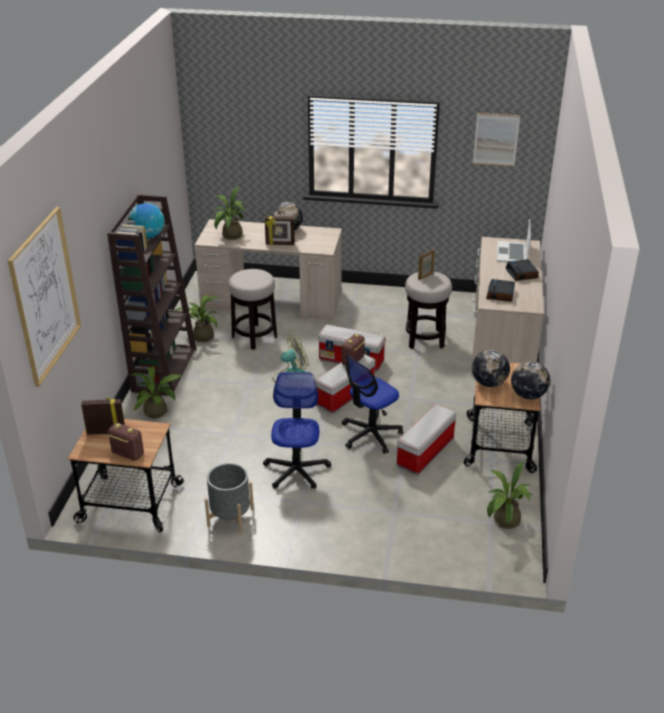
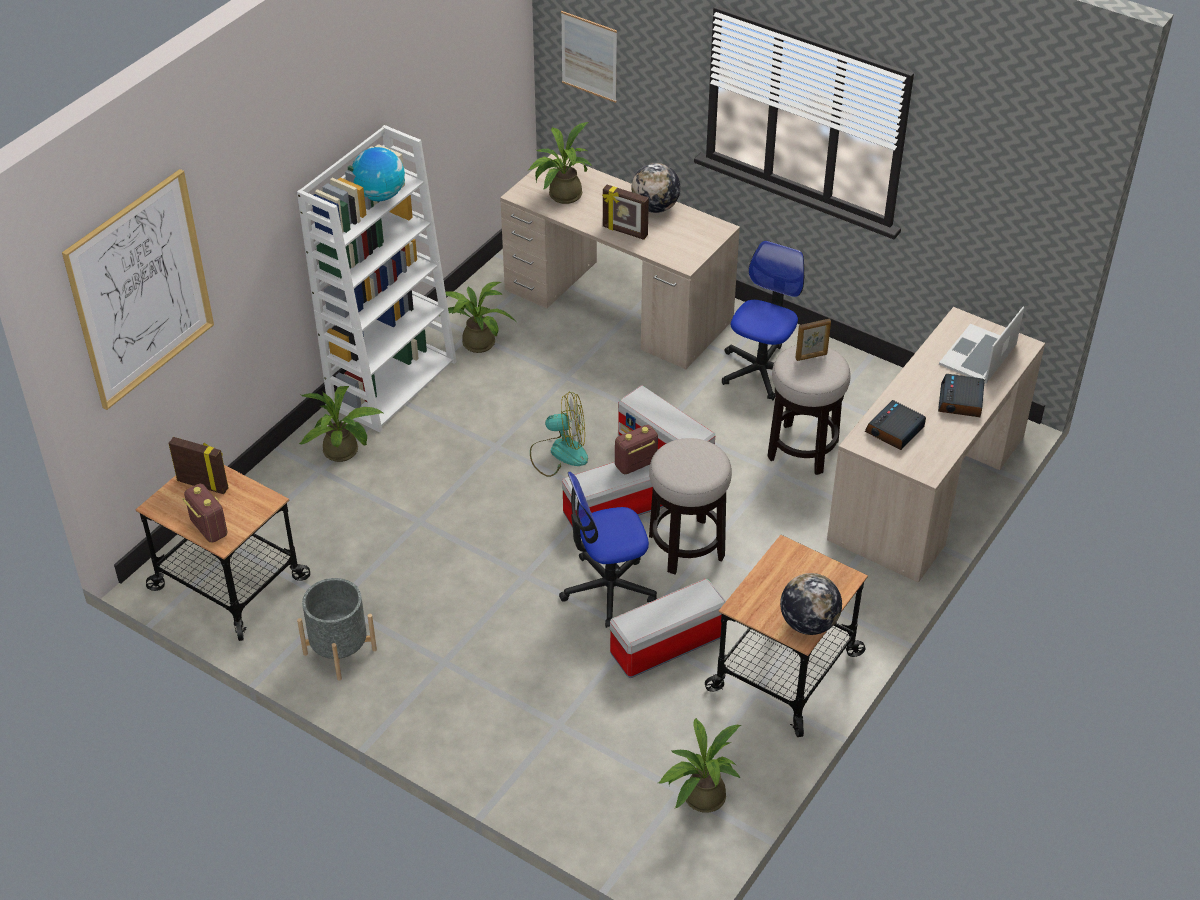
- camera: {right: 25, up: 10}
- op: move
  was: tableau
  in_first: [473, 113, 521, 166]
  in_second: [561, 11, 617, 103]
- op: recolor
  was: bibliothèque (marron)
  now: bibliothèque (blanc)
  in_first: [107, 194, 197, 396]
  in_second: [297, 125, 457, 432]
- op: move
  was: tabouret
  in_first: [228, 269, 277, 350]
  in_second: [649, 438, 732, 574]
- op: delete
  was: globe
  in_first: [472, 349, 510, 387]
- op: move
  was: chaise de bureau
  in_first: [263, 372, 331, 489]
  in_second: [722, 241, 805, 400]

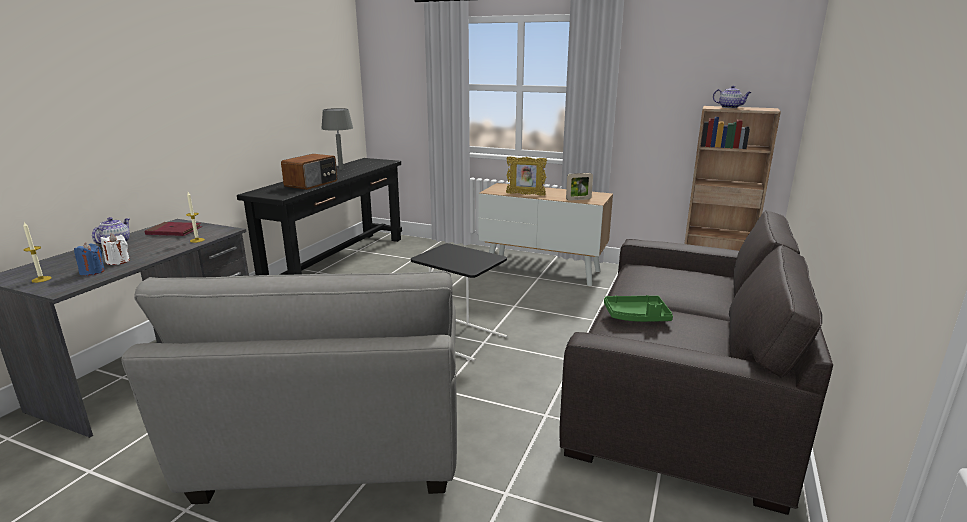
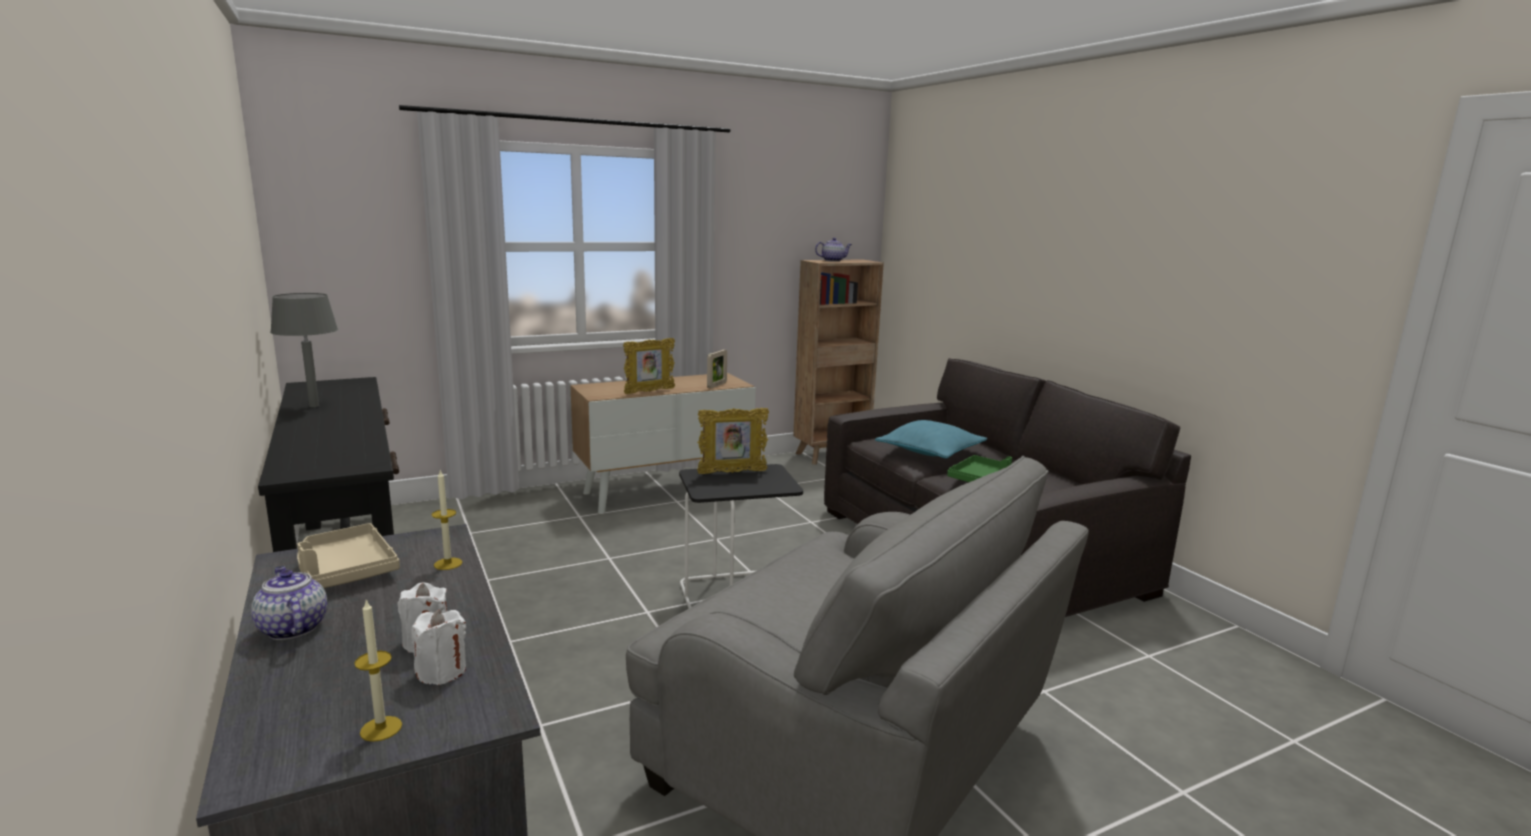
- camera: {right: -50, up: -5}
- op: delete
  was: radio
  in_first: [281, 154, 337, 190]
- op: replace
  was: livre (rouge)
  now: plateau (beige)
  in_first: [145, 222, 202, 236]
  in_second: [297, 523, 400, 588]
- op: recolor
  was: bougie (bleu)
  now: bougie (blanc)
  in_first: [74, 243, 105, 276]
  in_second: [411, 609, 466, 685]
- op: insert
  now: cadre photo
  in_second: [697, 408, 769, 474]
- op: insert
  now: coussin (turquoise)
  in_second: [875, 420, 987, 458]

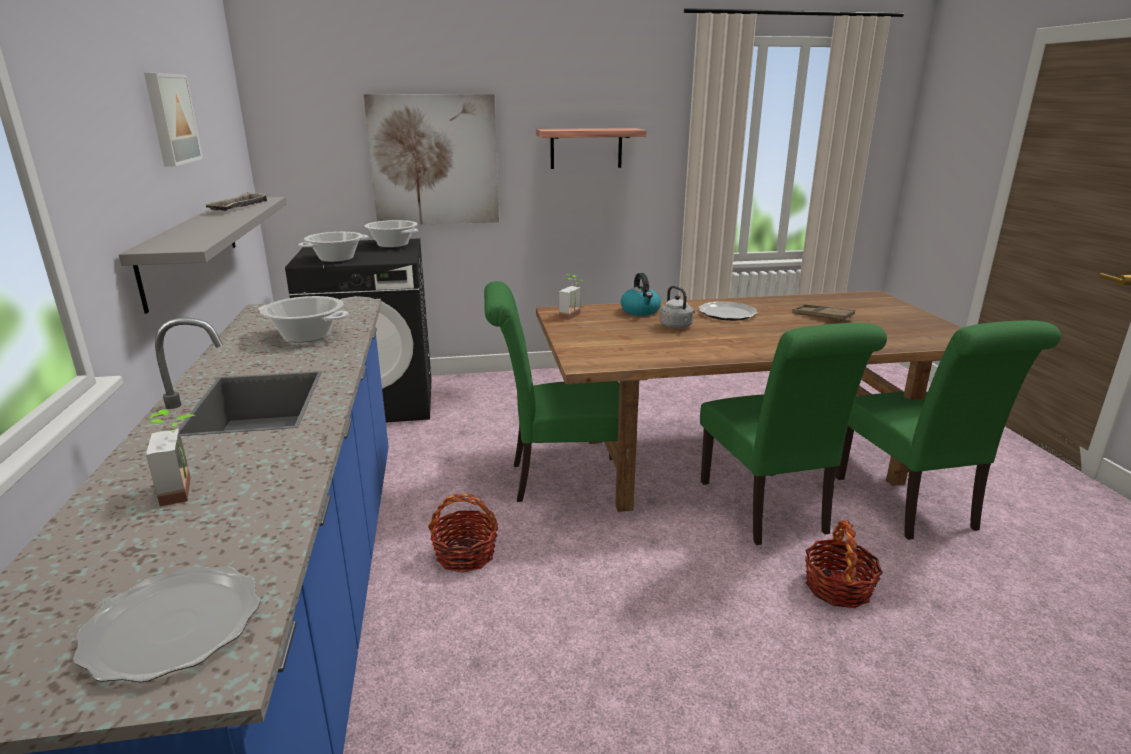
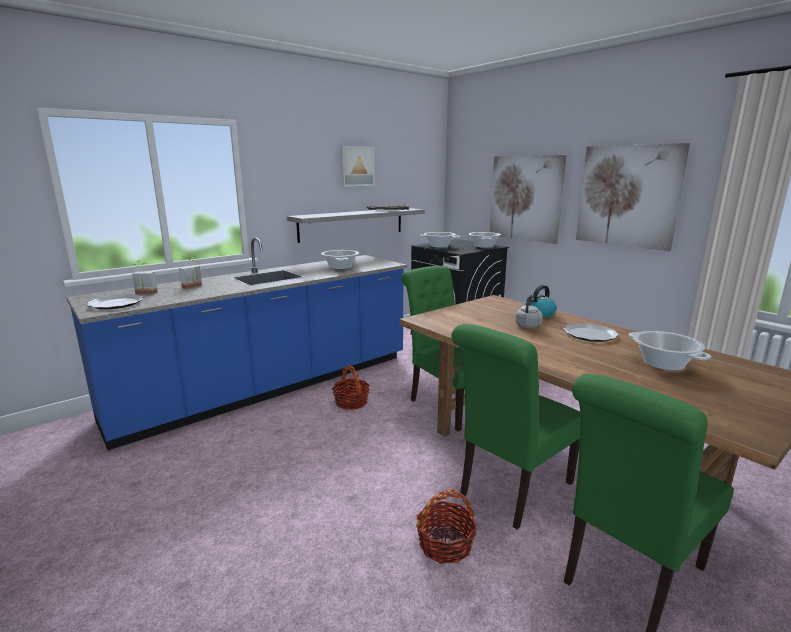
- camera: {right: 60, up: -5}
- op: replace
  was: étagère
  now: tableau
  in_first: [536, 128, 647, 169]
  in_second: [576, 143, 690, 251]
- op: move
  was: plante en pot
  in_first: [559, 274, 583, 320]
  in_second: [131, 260, 158, 294]
- op: replace
  was: plateau (marron)
  now: marmite
  in_first: [792, 304, 855, 321]
  in_second: [629, 331, 711, 371]

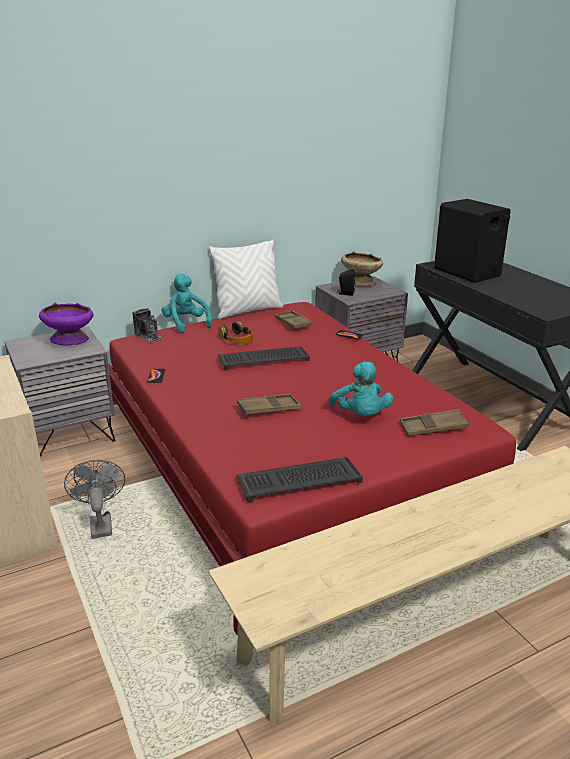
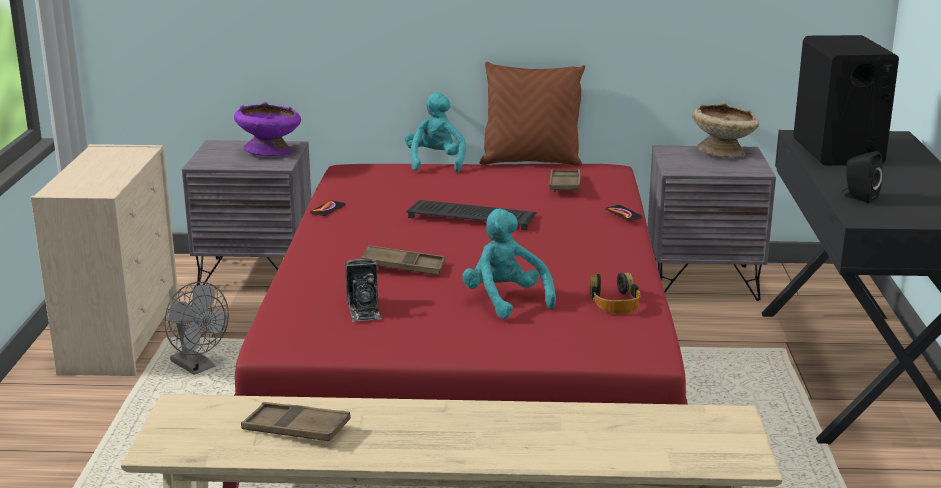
- camera: {right: 30, up: -5}
- op: recolor
  was: coussin (blanc)
  now: coussin (marron)
  in_first: [209, 240, 283, 319]
  in_second: [480, 62, 585, 166]
- op: move
  was: enceinte (noir)
  in_first: [337, 269, 356, 296]
  in_second: [842, 151, 883, 203]
- op: move
  was: appareil photo
  in_first: [133, 308, 163, 342]
  in_second: [345, 259, 382, 322]
- op: move
  was: casque audio
  in_first: [218, 321, 253, 345]
  in_second: [590, 273, 641, 314]
- op: rotate
  was: peluche (turquoise)
  in_first: [329, 362, 393, 416]
  in_second: [462, 209, 556, 319]
  clockwise: 135
- op: move
  was: plateau (marron)
  in_first: [400, 409, 469, 436]
  in_second: [241, 402, 351, 441]
- op: delete
  was: clavier
  in_first: [236, 457, 363, 502]
- op: rotate
  was: ventilateur (gris)
  in_first: [64, 460, 125, 539]
  in_second: [164, 282, 229, 375]
  clockwise: 120

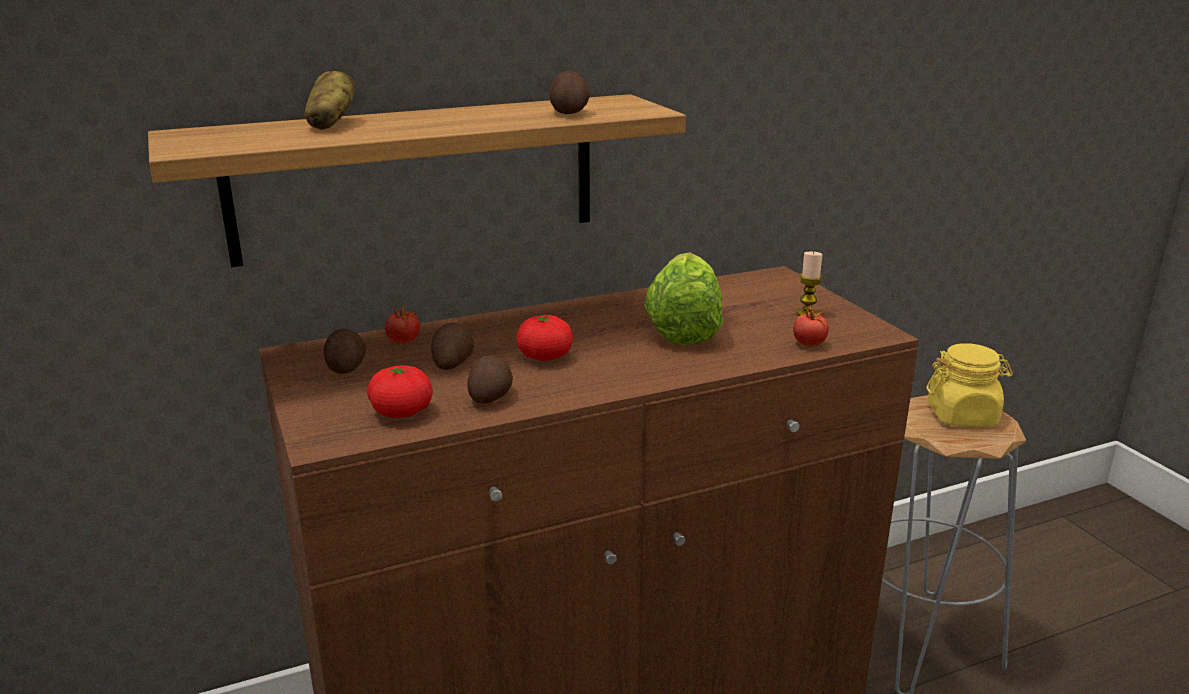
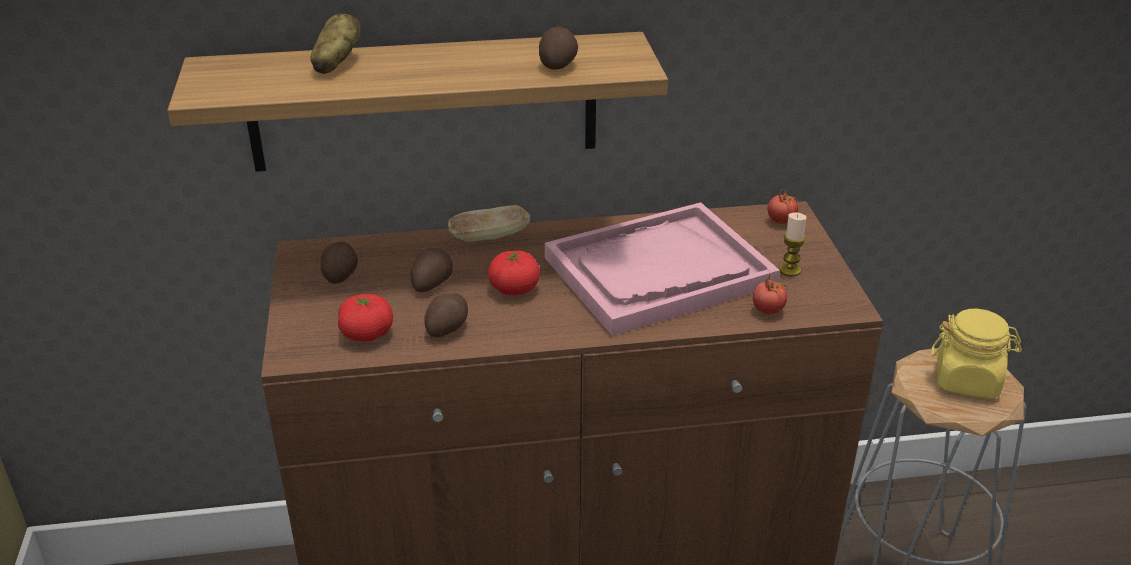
- camera: {right: 15, up: 10}
- op: replace
  was: laitue
  now: plateau (rose)
  in_first: [644, 252, 723, 345]
  in_second: [545, 202, 780, 336]
- op: move
  was: tomate
  in_first: [385, 301, 420, 344]
  in_second: [768, 186, 799, 224]
- op: insert
  now: pain
  in_second: [448, 205, 530, 242]

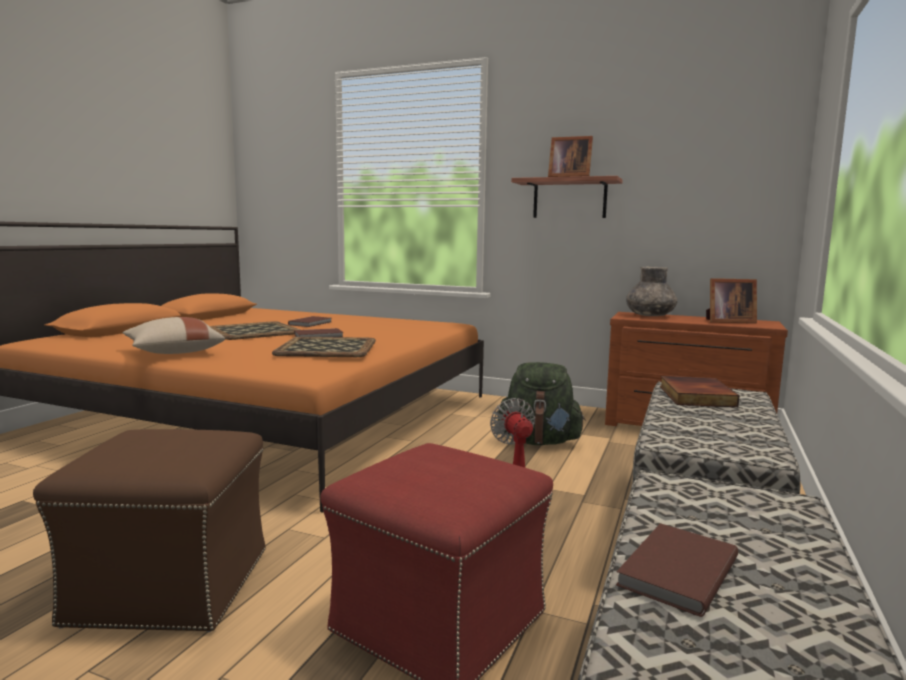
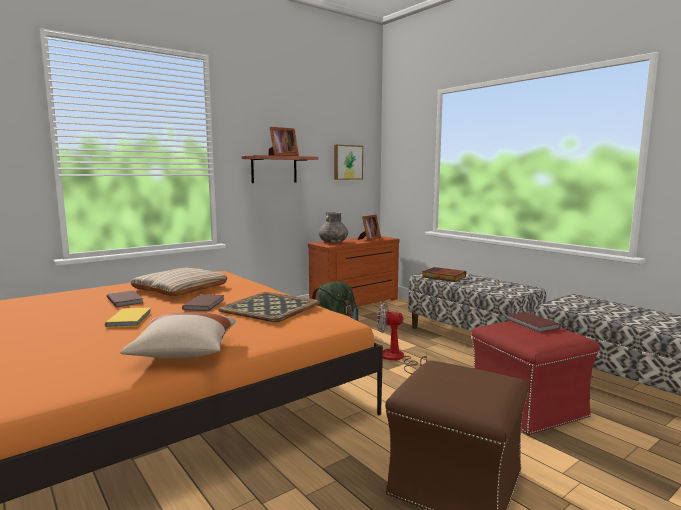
- camera: {right: -60, up: 0}
- op: replace
  was: plateau
  now: livre (jaune)
  in_first: [210, 321, 301, 340]
  in_second: [105, 308, 151, 327]
- op: move
  was: livre (marron)
  in_first: [616, 523, 738, 617]
  in_second: [506, 312, 561, 333]
- op: insert
  now: tableau
  in_second: [334, 145, 363, 180]
- op: insert
  now: coussin (beige)
  in_second: [131, 268, 228, 296]

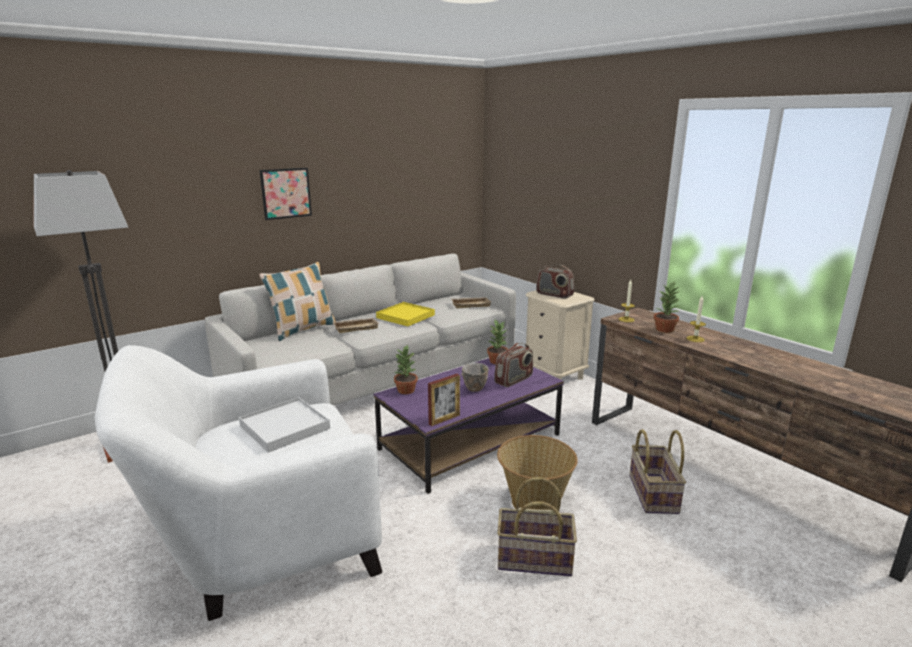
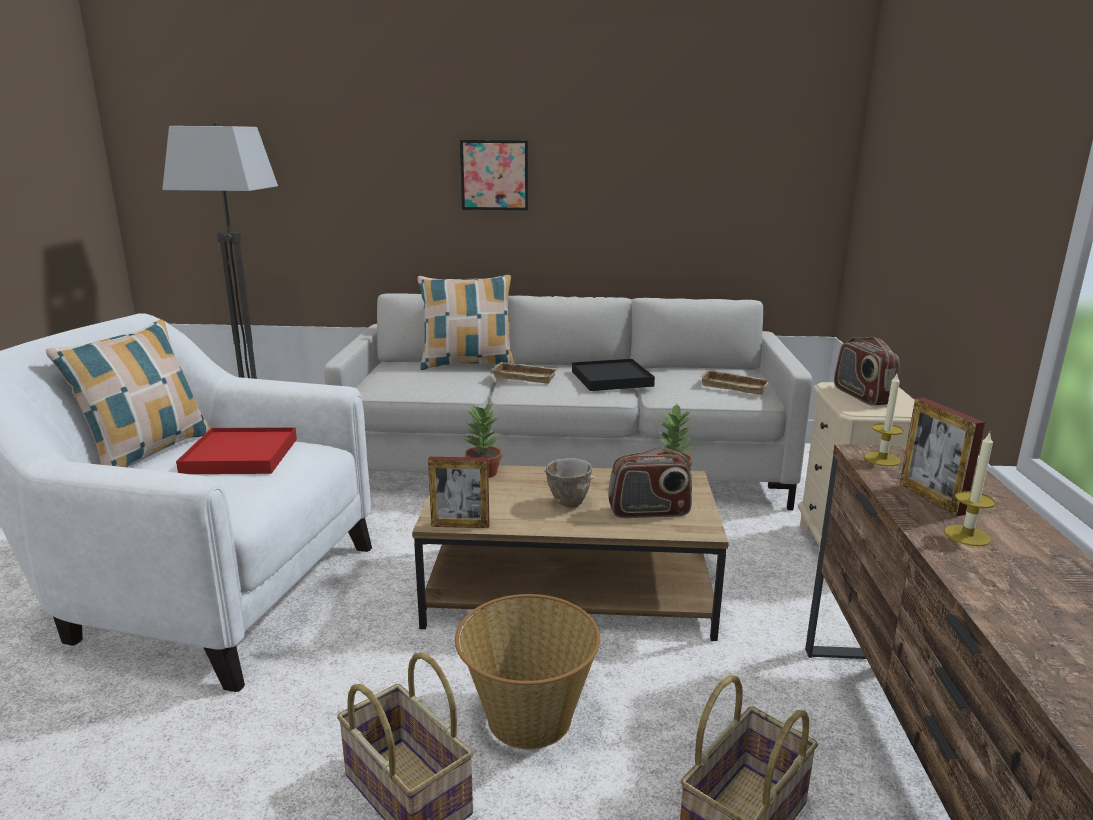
- camera: {right: 40, up: 0}
- op: replace
  was: plante en pot
  now: cadre photo
  in_first: [654, 282, 680, 333]
  in_second: [900, 397, 985, 516]
- op: recolor
  was: plateau (jaune)
  now: plateau (noir)
  in_first: [376, 302, 435, 326]
  in_second: [572, 359, 655, 391]
- op: recolor
  was: table basse (violet)
  now: table basse (marron)
  in_first: [374, 358, 564, 494]
  in_second: [412, 465, 728, 641]
- op: recolor
  was: plateau (blanc)
  now: plateau (rouge)
  in_first: [239, 397, 330, 453]
  in_second: [176, 427, 297, 474]
- op: insert
  now: coussin
  in_second: [45, 320, 210, 467]

